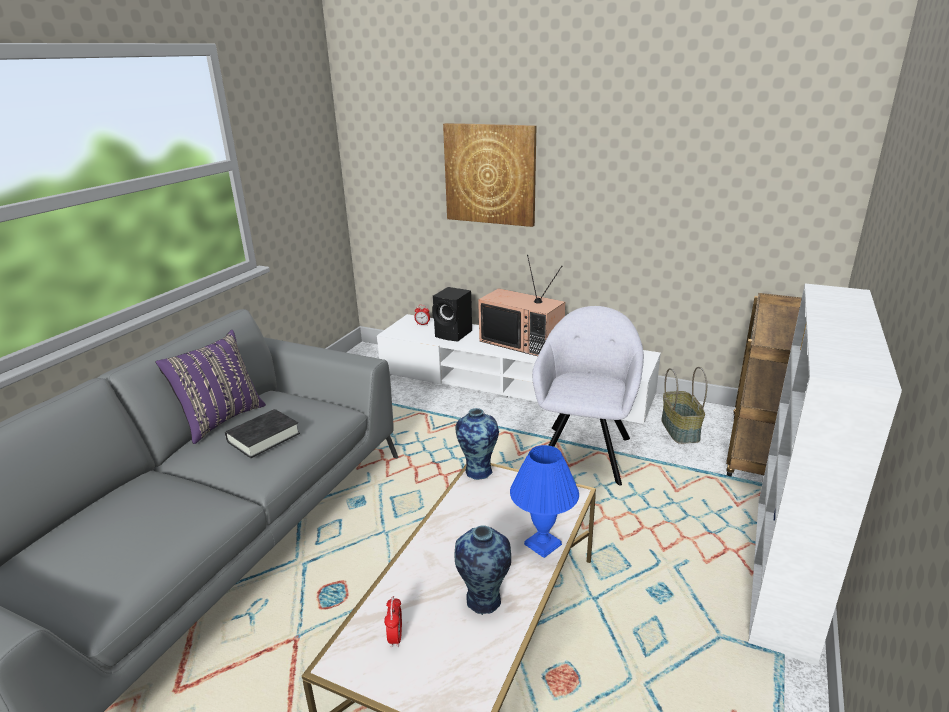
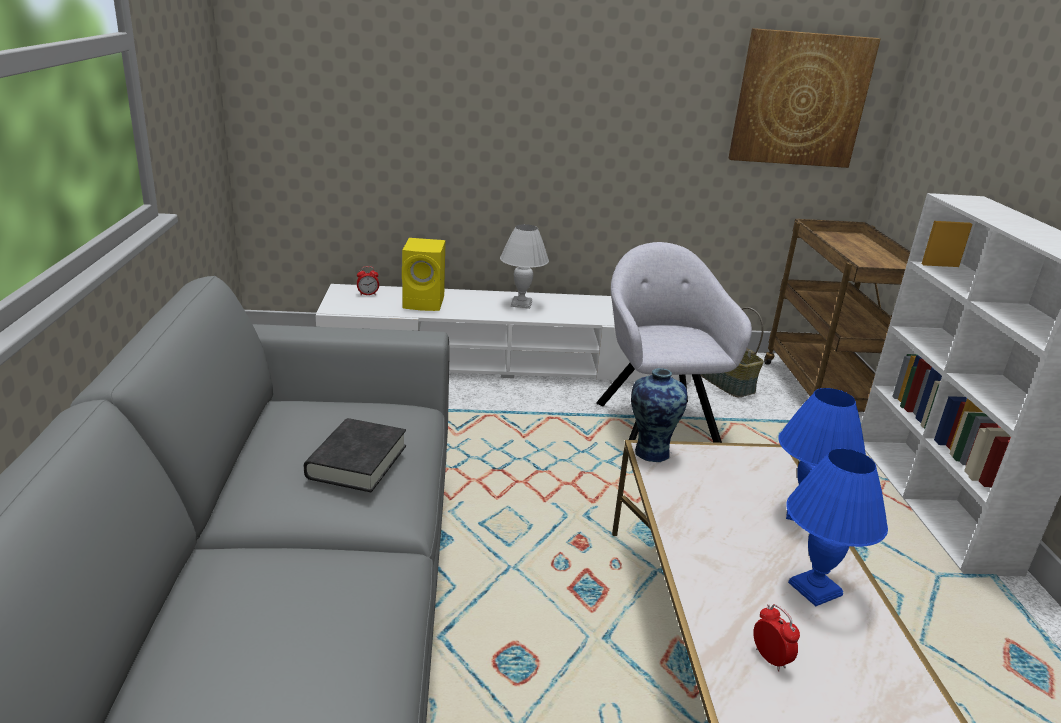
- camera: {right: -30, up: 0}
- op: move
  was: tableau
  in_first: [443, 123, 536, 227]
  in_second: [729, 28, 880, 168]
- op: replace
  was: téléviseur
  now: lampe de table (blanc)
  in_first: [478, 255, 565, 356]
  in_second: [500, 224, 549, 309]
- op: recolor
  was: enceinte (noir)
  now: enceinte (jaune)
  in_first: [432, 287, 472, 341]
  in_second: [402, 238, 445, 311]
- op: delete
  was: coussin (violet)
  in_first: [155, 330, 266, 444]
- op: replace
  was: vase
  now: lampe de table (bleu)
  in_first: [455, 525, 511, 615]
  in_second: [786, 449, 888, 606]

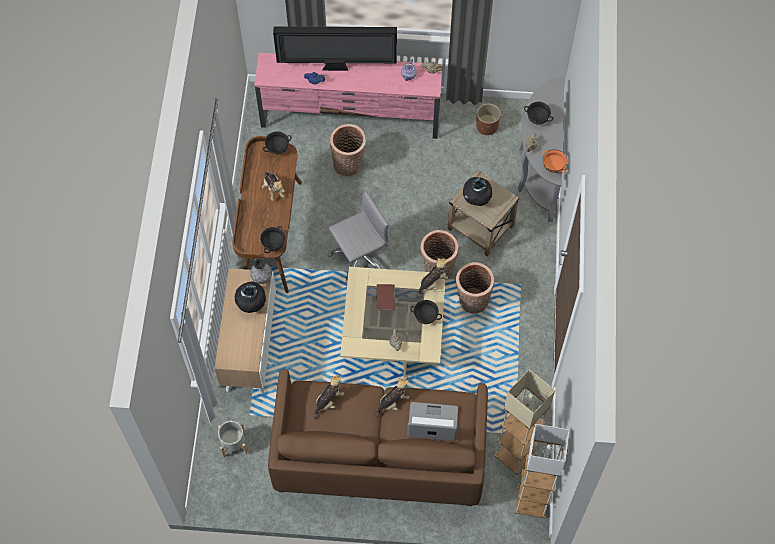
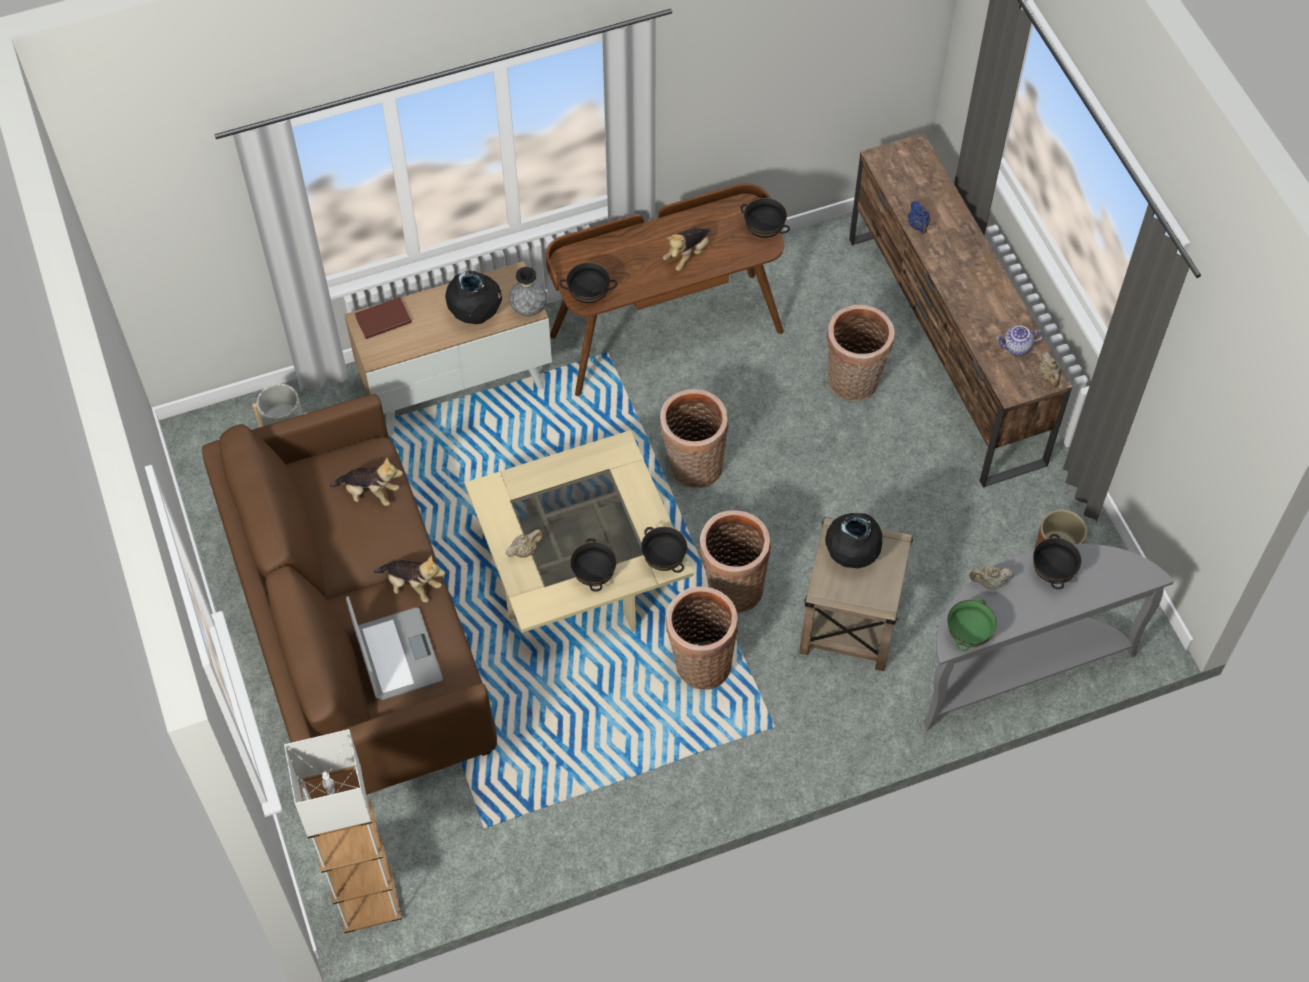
- camera: {right: 65, up: -5}
- op: delete
  was: téléviseur
  in_first: [273, 26, 397, 71]
- op: recolor
  was: meuble télé (rose)
  now: meuble télé (marron)
  in_first: [254, 53, 442, 139]
  in_second: [849, 133, 1072, 488]
- op: recolor
  was: bol (orange)
  now: bol (vert)
  in_first: [543, 150, 567, 173]
  in_second: [947, 598, 997, 652]
- op: replace
  was: chaise de bureau (gris)
  now: panier
  in_first: [328, 190, 389, 284]
  in_second: [660, 389, 729, 488]
- op: replace
  was: peluche
  now: bol (noir)
  in_first: [417, 258, 448, 298]
  in_second: [641, 527, 687, 573]
- op: move
  was: livre (marron)
  in_first: [376, 284, 395, 311]
  in_second: [355, 297, 412, 339]
- op: delete
  was: lampadaire (beige)
  in_first: [494, 369, 555, 475]

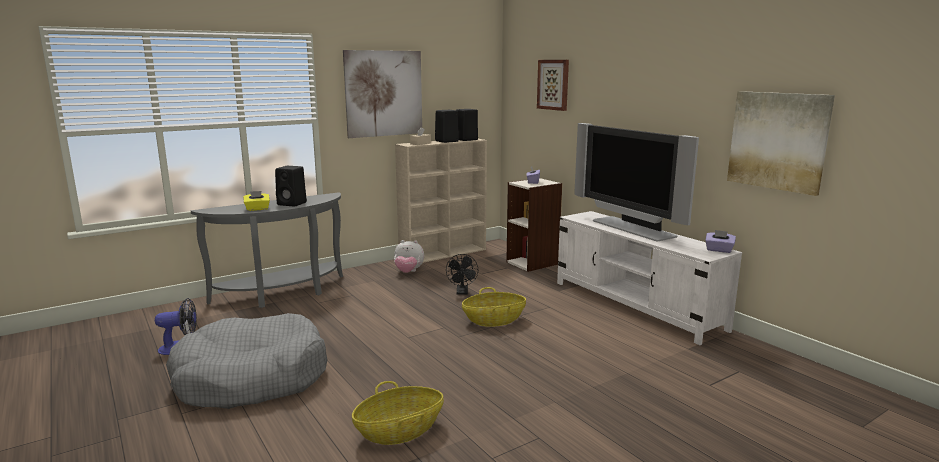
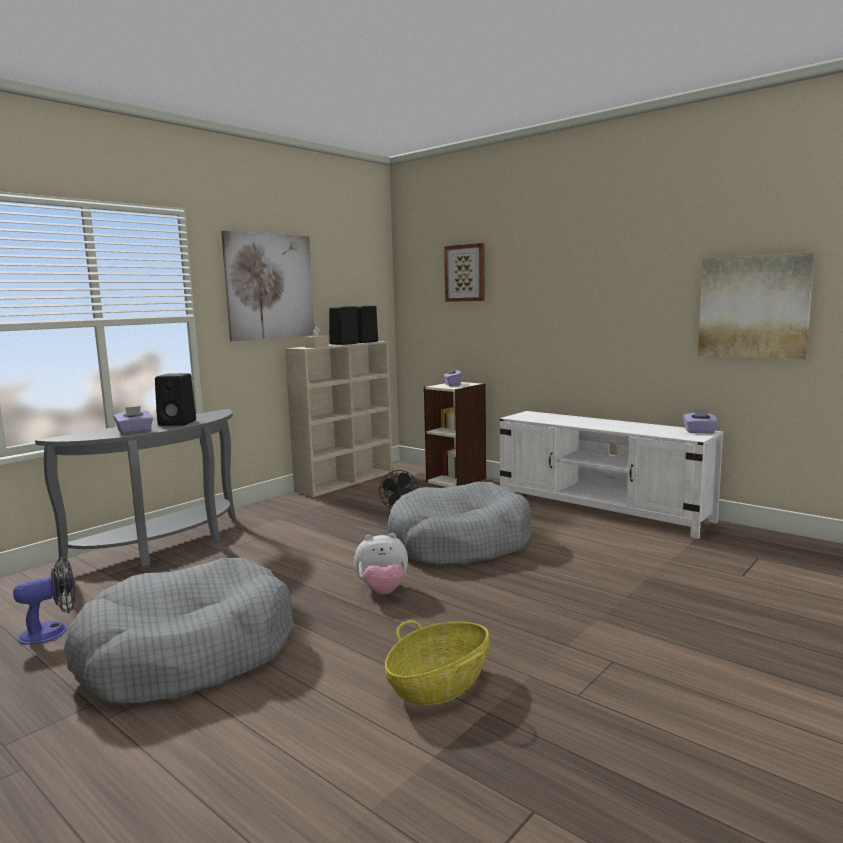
- camera: {right: -15, up: -5}
- op: delete
  was: téléviseur
  in_first: [574, 123, 699, 241]
- op: recolor
  was: boîte à mouchoirs (jaune)
  now: boîte à mouchoirs (violet)
  in_first: [243, 191, 270, 211]
  in_second: [114, 406, 153, 434]
- op: move
  was: peluche
  in_first: [394, 240, 424, 273]
  in_second: [354, 533, 408, 595]
- op: replace
  was: panier
  now: panier pour chien (gris)
  in_first: [462, 287, 526, 327]
  in_second: [388, 482, 532, 565]

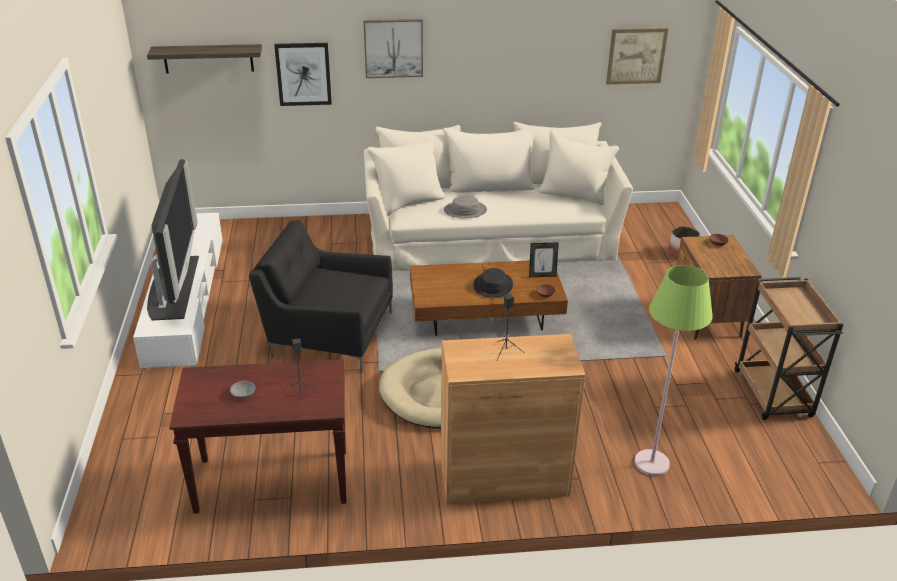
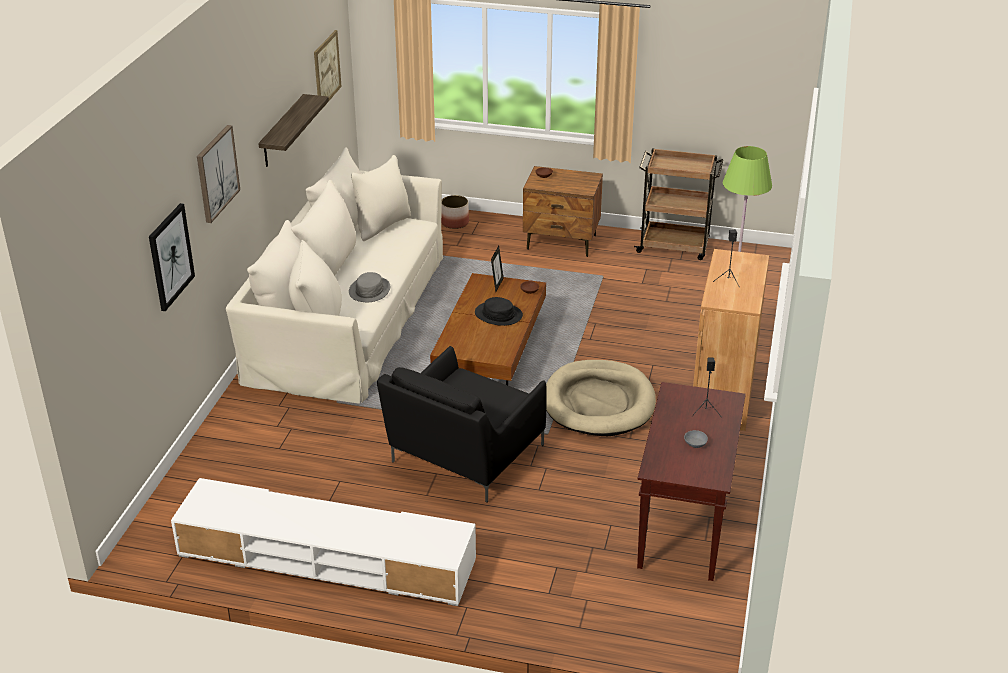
- camera: {right: -70, up: 0}
- op: move
  was: étagère
  in_first: [147, 44, 262, 74]
  in_second: [258, 94, 329, 167]
- op: delete
  was: téléviseur
  in_first: [147, 159, 199, 320]

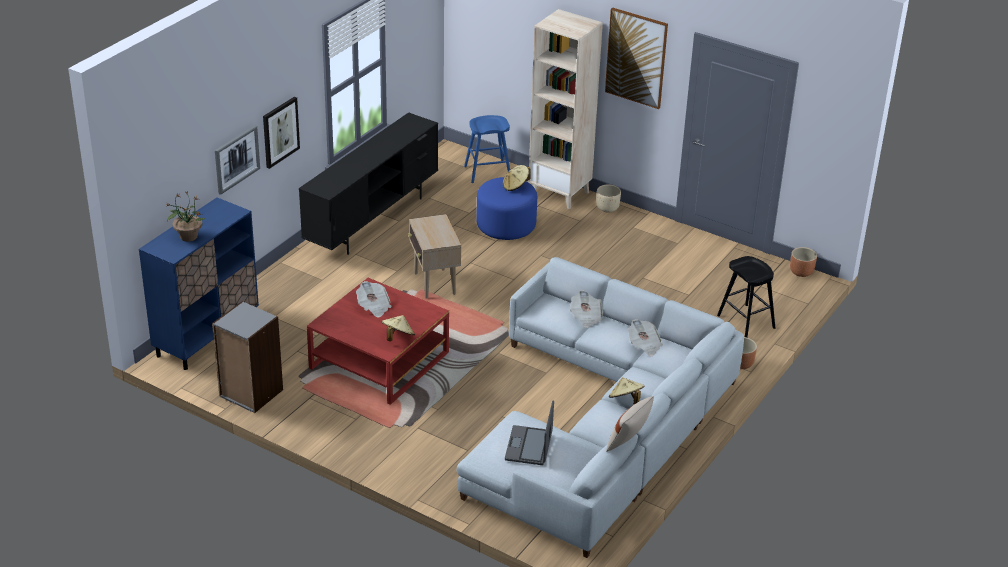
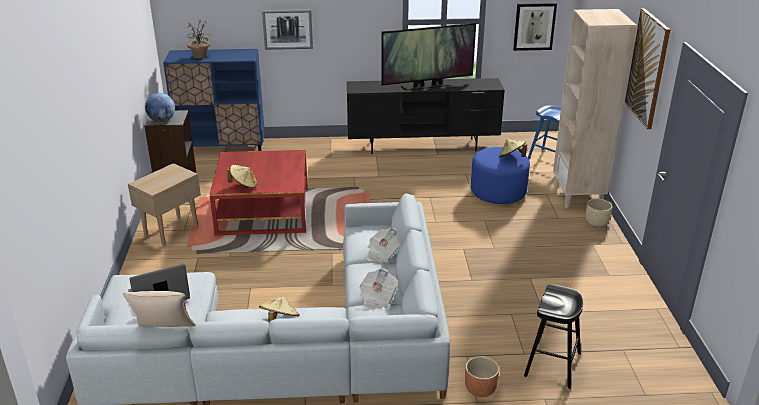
- camera: {right: 55, up: -5}
- op: move
  was: tableau
  in_first: [263, 97, 300, 169]
  in_second: [513, 3, 557, 51]
- op: move
  was: table d'appoint (beige)
  in_first: [408, 214, 461, 299]
  in_second: [128, 163, 201, 246]
- op: delete
  was: cache-pot (marron)
  in_first: [790, 247, 817, 277]
- op: delete
  was: journal
  in_first: [356, 281, 392, 317]
- op: insert
  now: téléviseur
  in_second: [381, 23, 476, 91]
- op: insert
  now: globe
  in_second: [145, 93, 175, 122]

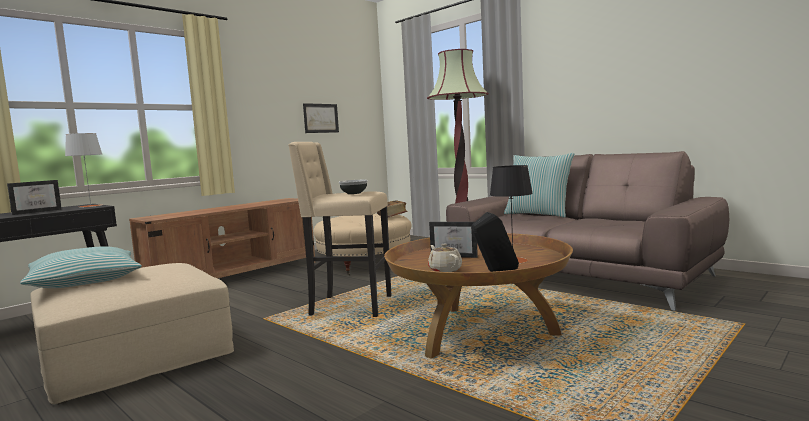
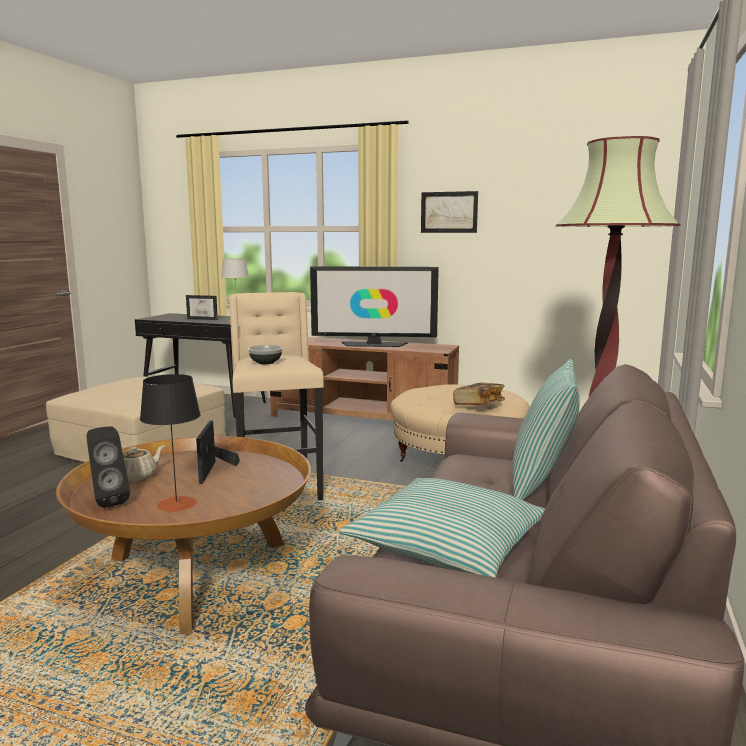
- camera: {right: 65, up: 5}
- op: move
  was: tableau
  in_first: [303, 103, 339, 133]
  in_second: [421, 191, 478, 233]
- op: move
  was: coussin
  in_first: [20, 246, 142, 288]
  in_second: [340, 478, 545, 577]
- op: insert
  now: téléviseur
  in_second: [310, 266, 439, 347]

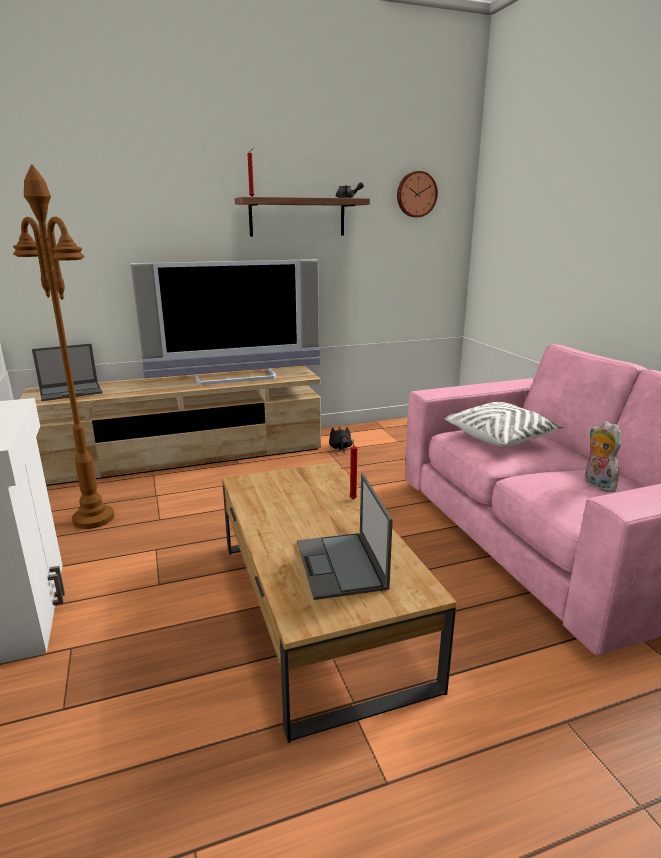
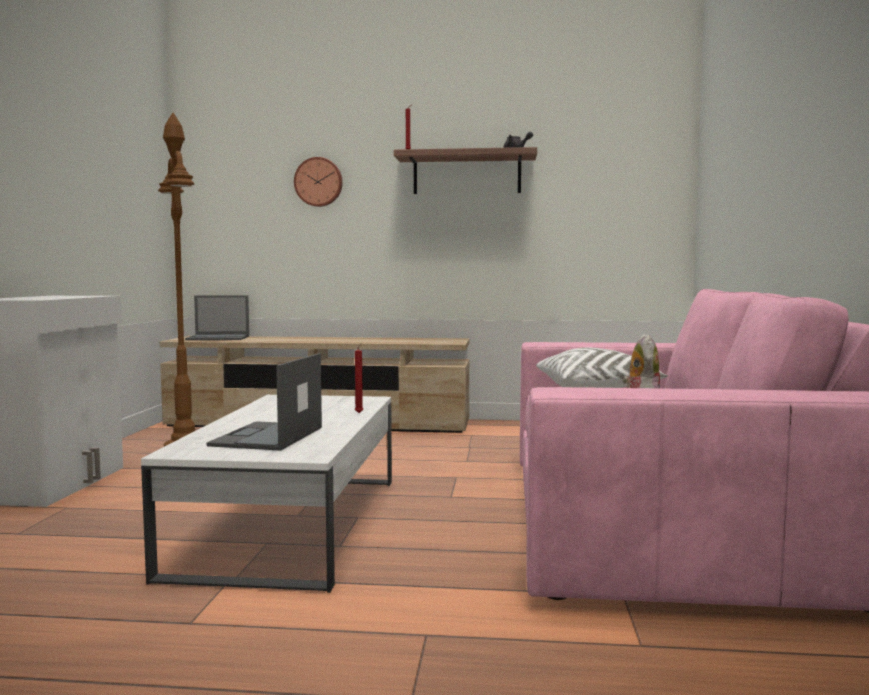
- camera: {right: 25, up: -15}
- op: move
  was: horloge murale
  in_first: [397, 171, 438, 217]
  in_second: [294, 157, 343, 207]
- op: delete
  was: téléviseur
  in_first: [130, 259, 320, 385]
- op: delete
  was: peluche (noir)
  in_first: [329, 426, 352, 453]
- op: recolor
  was: table basse (marron)
  now: table basse (blanc)
  in_first: [222, 462, 456, 743]
  in_second: [141, 395, 392, 593]

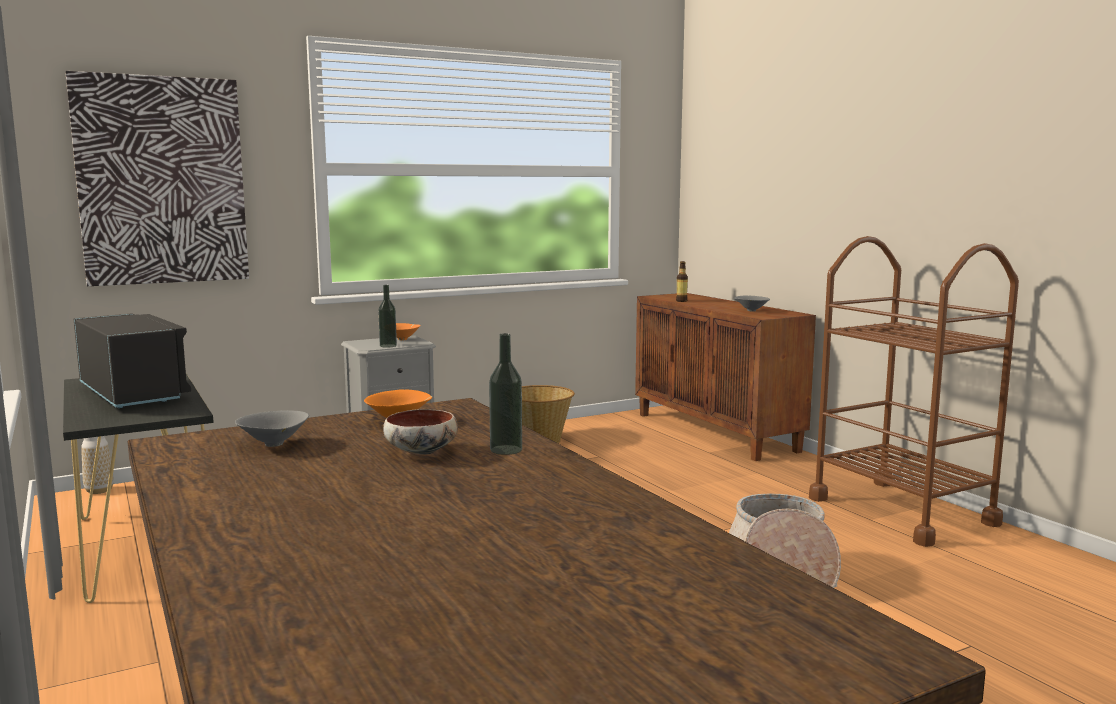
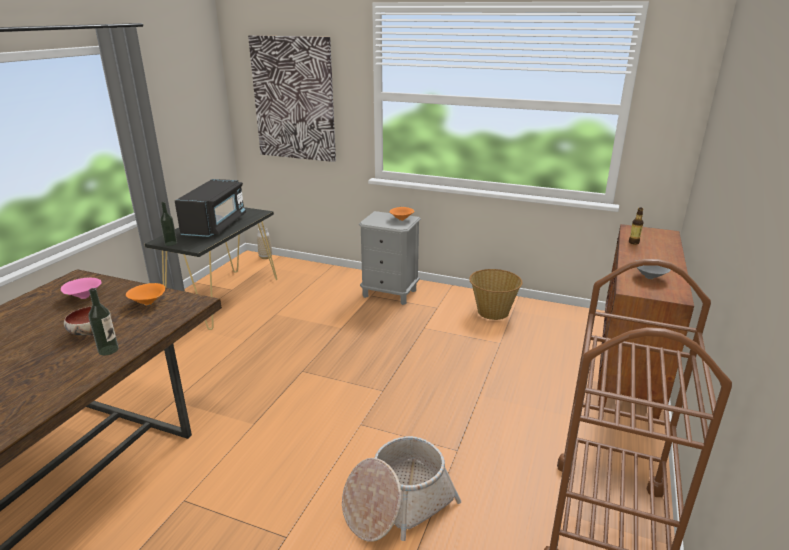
- camera: {right: 50, up: 15}
- op: move
  was: bouteille
  in_first: [378, 285, 397, 348]
  in_second: [160, 202, 177, 246]
- op: recolor
  was: bol (gris)
  now: bol (rose)
  in_first: [235, 410, 309, 447]
  in_second: [61, 278, 101, 299]

